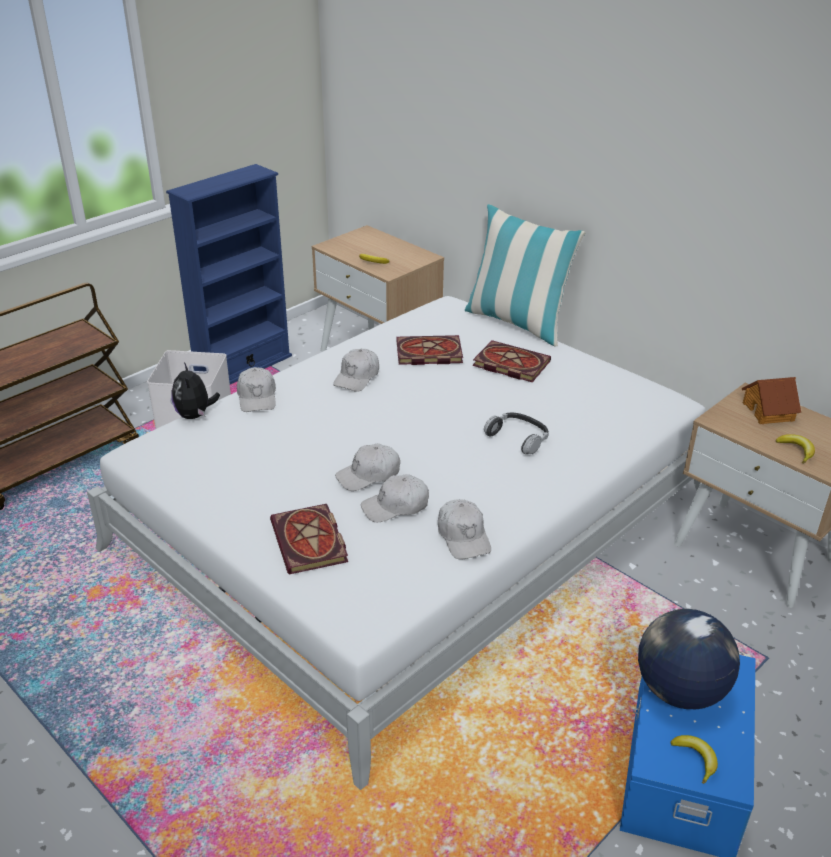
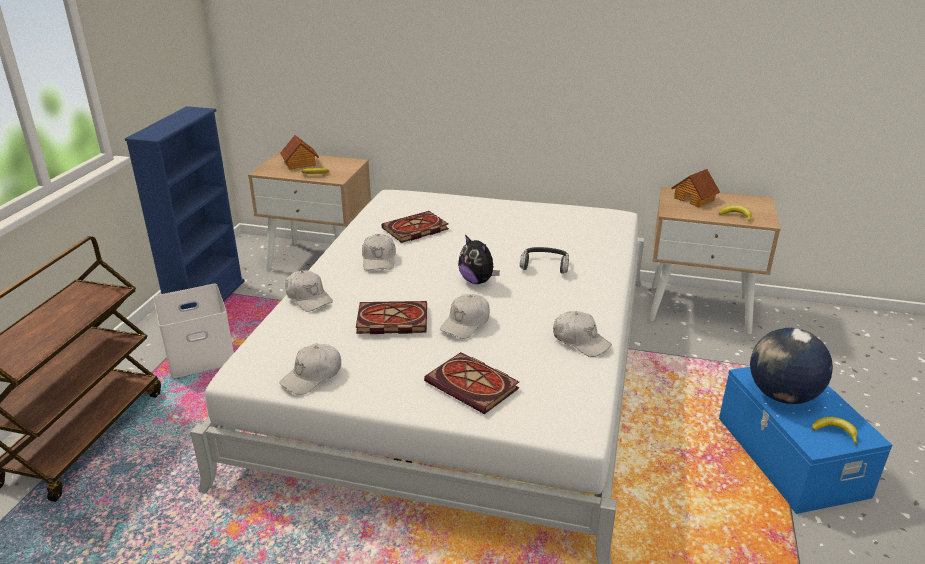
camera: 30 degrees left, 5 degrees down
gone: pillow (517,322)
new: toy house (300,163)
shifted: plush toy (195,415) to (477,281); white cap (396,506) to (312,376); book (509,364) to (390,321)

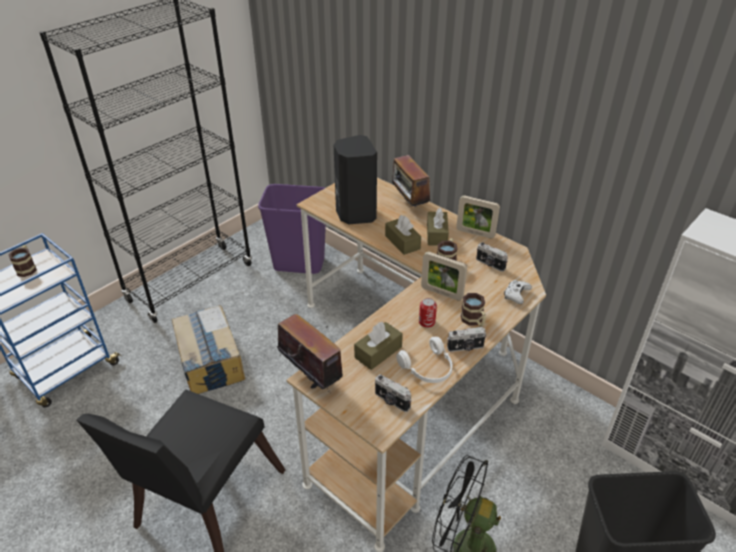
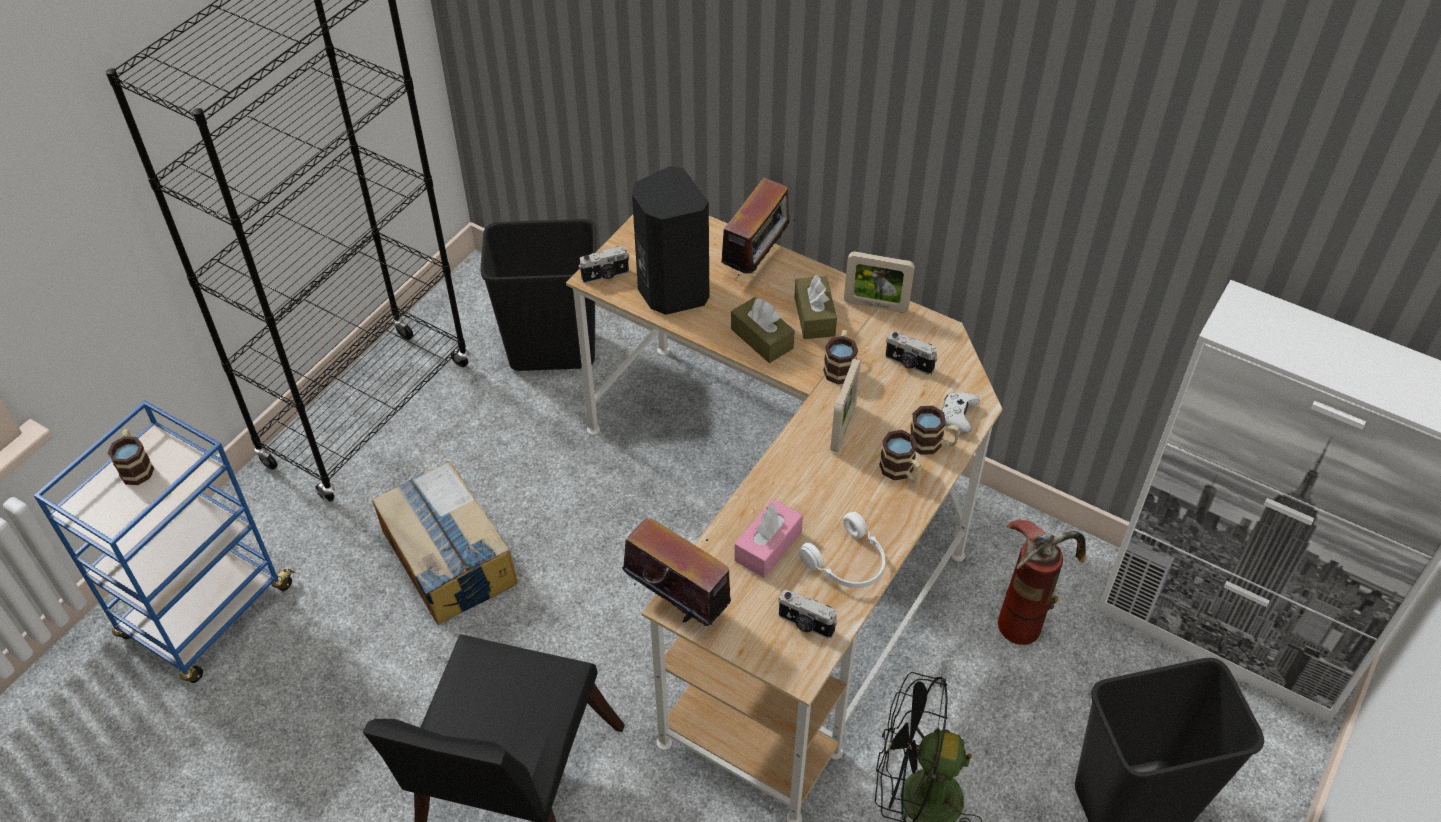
camera: 10 degrees left, 10 degrees up
gone: can (427,322)
new: mug (932,444); fire extinguisher (1027,613)
shifted: photo camera (465,348) to (605,276)
repainted: purple trash can (299,263) to black trash can (553,350); brown tissue box (378,352) to pink tissue box (768,546)
rotated: radio (409,205) = (757,261) 120 degrees counterclockwise; picture frame (441,293) = (843,428) 90 degrees counterclockwise

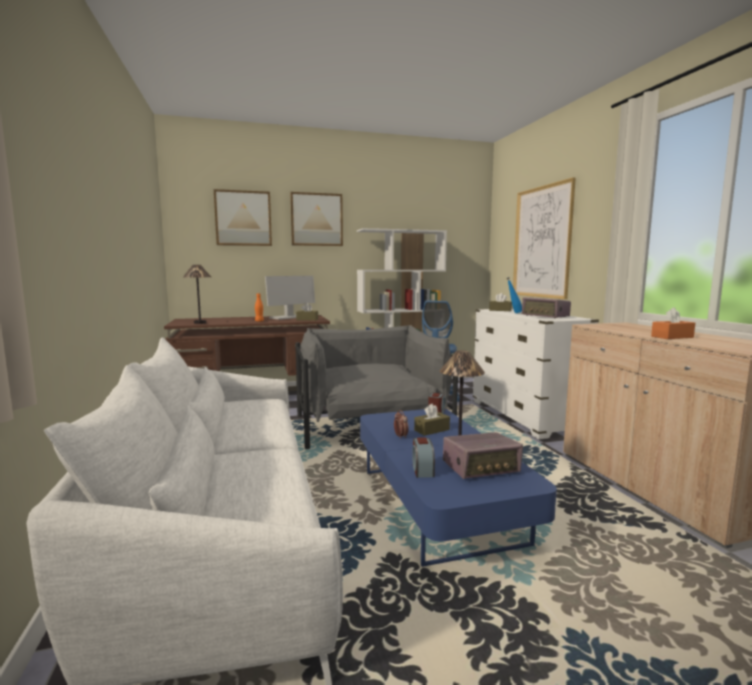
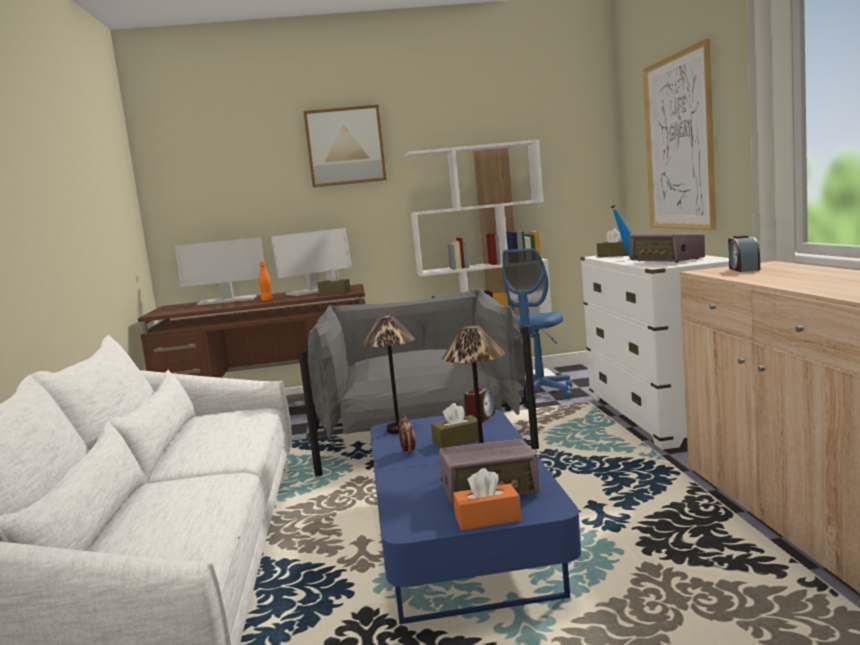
camera: 10 degrees right, 0 degrees up
gone: picture (243,218)
new: monitor (226,301)
shifted: table lamp (200,323) to (399,429); alarm clock (422,470) to (743,269); orange tissue box (672,337) to (487,518)

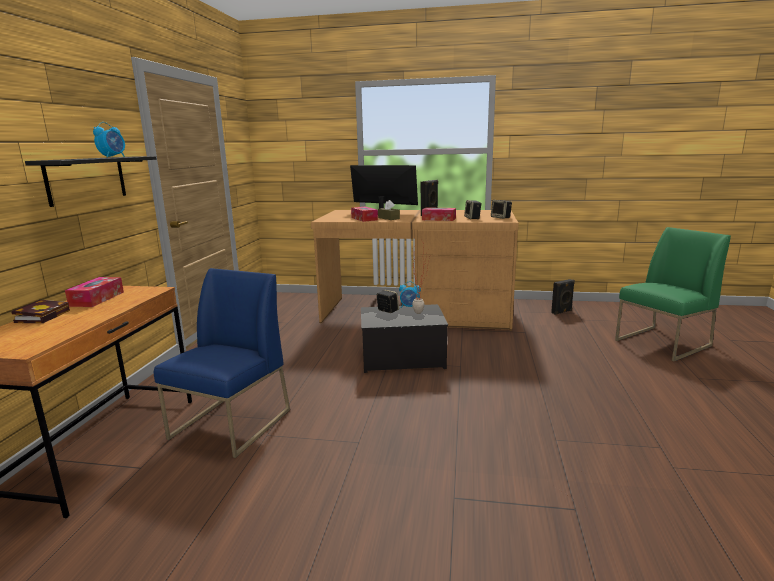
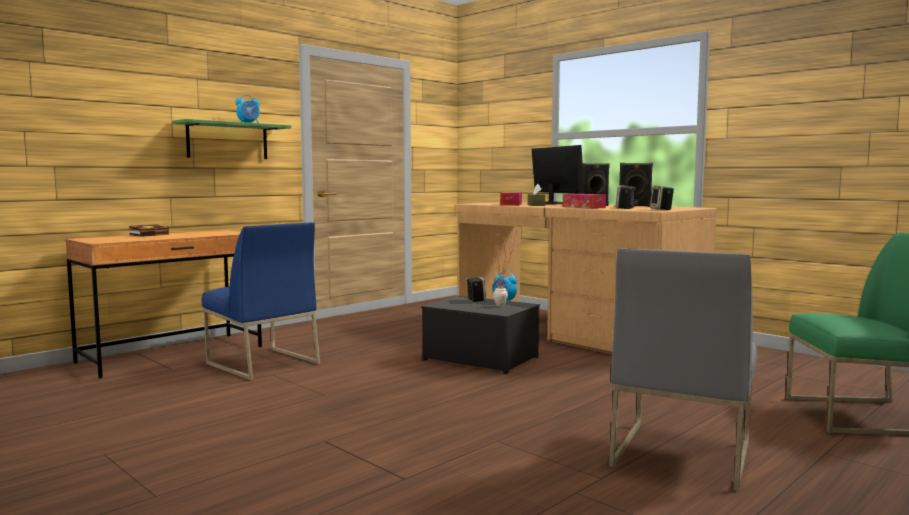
camera: 35 degrees right, 10 degrees down
gone: tissue box (97,299)
new: grey chair (680,453)
shifted: black speaker (562,312) to (635,206)
repainted: black shelf (87,179) to green shelf (227,141)
rotated: blue chair (231,424) = (261,363) 75 degrees clockwise

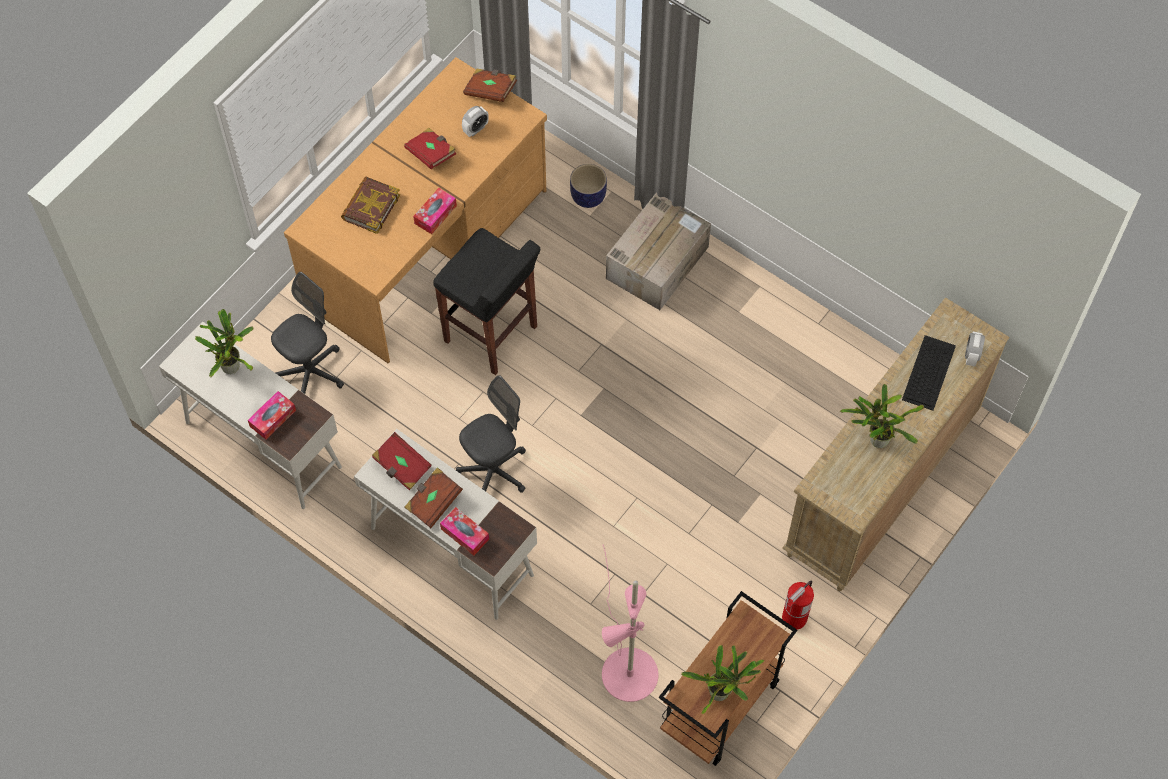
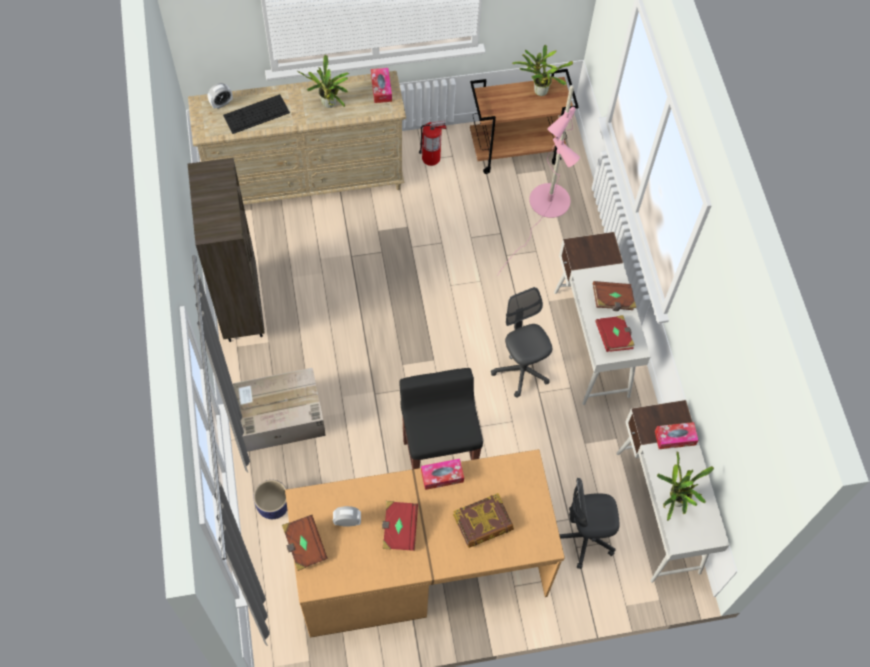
camera: 140 degrees left, 0 degrees up
new: brown bookcase (241,308)
shifted: tissue box (465,534) to (381,89)
rotated: grey office chair (493,471) = (521,370) 60 degrees clockwise

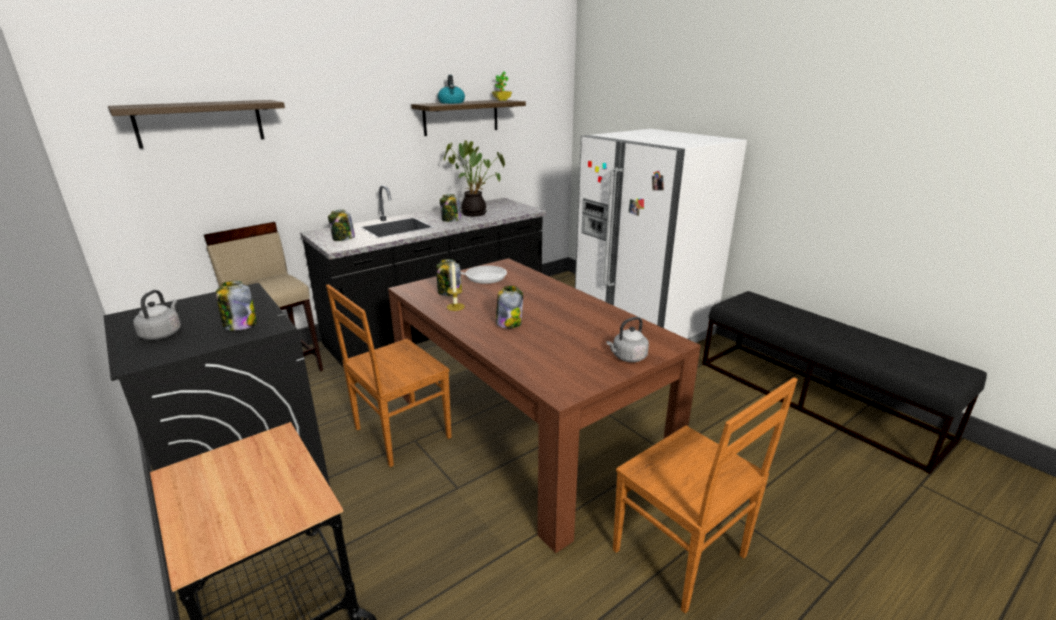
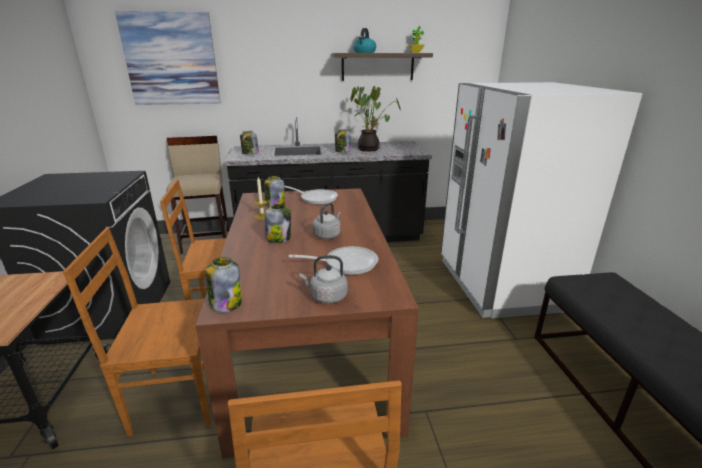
camera: 30 degrees right, 0 degrees up
new: brown chair (175,396); frying pan (346,264)
shifted: grey kettle (162,333) to (327,235); jar (240,325) to (226,303)
swapped: shelf (200,123) to picture (171,59)

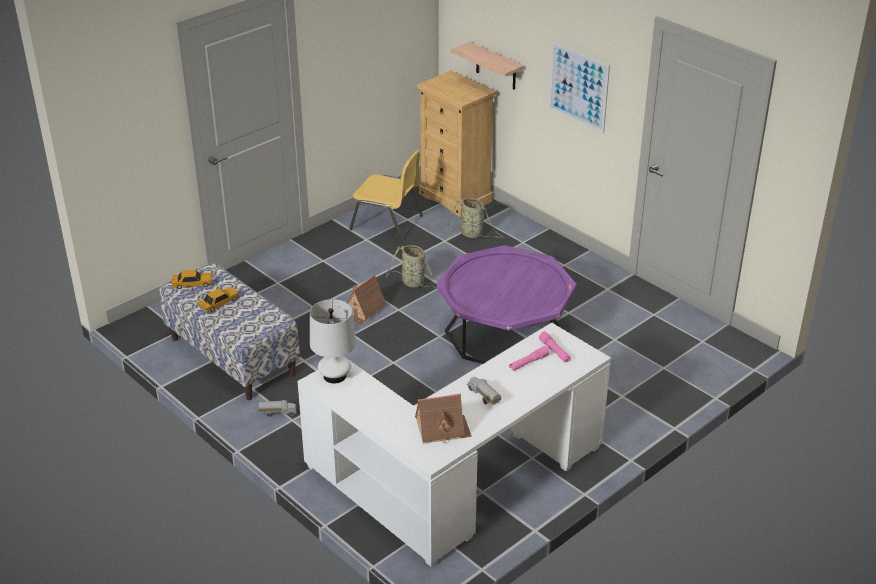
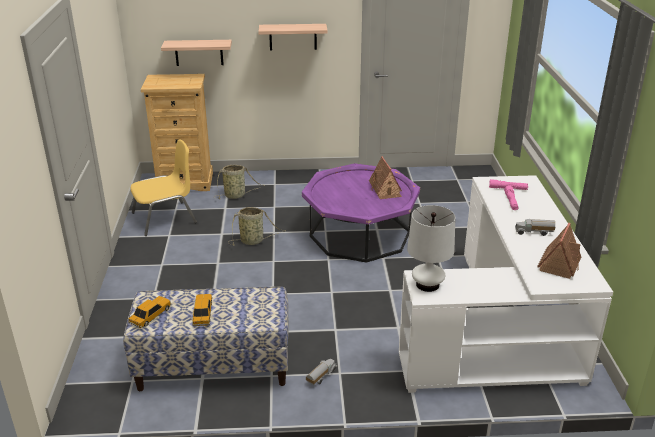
camera: 50 degrees left, 5 degrees down
shifted: toy house (363,310) to (385,190)
swapped: picture (578,87) to shelf (293,37)

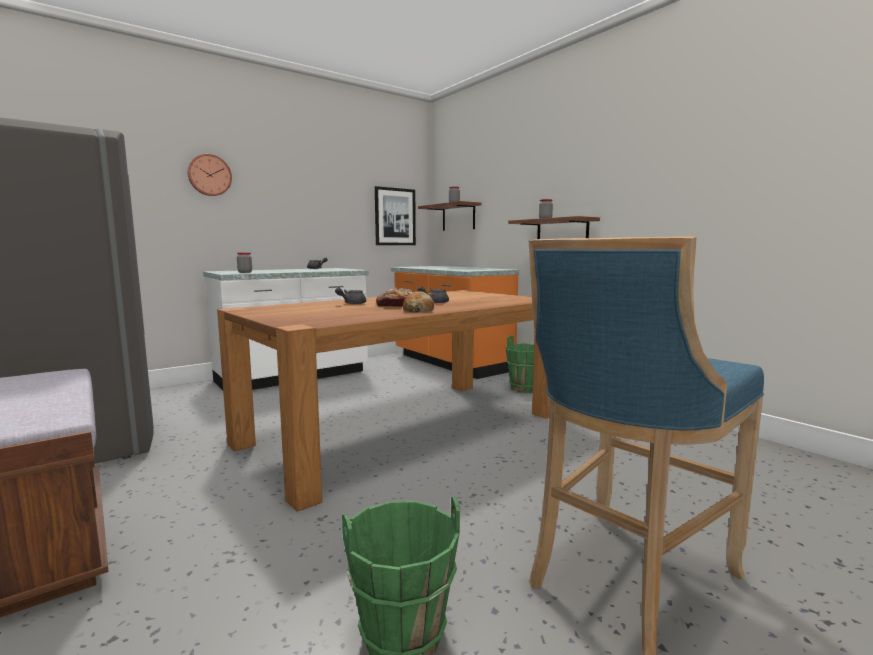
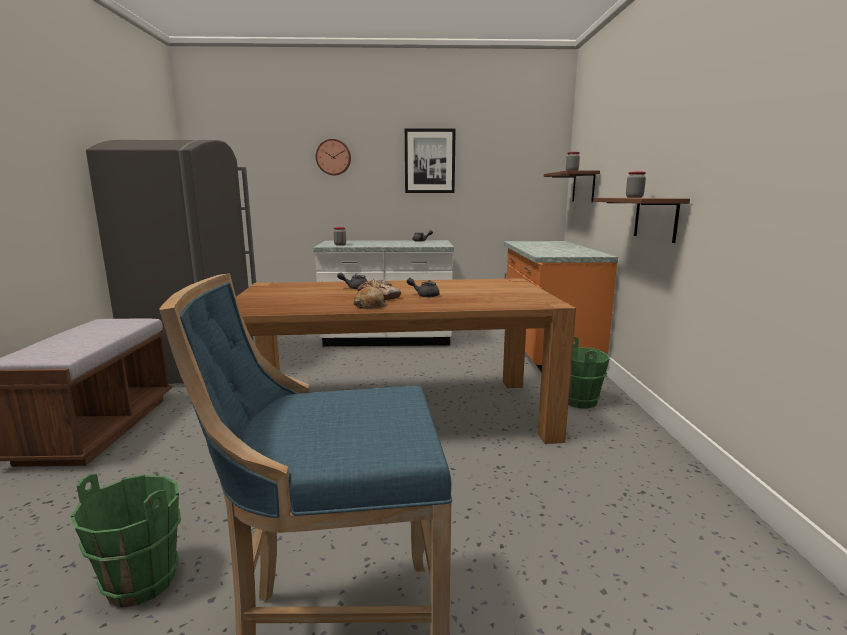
camera: 35 degrees right, 5 degrees up
shifted: picture (395,217) to (429,161)

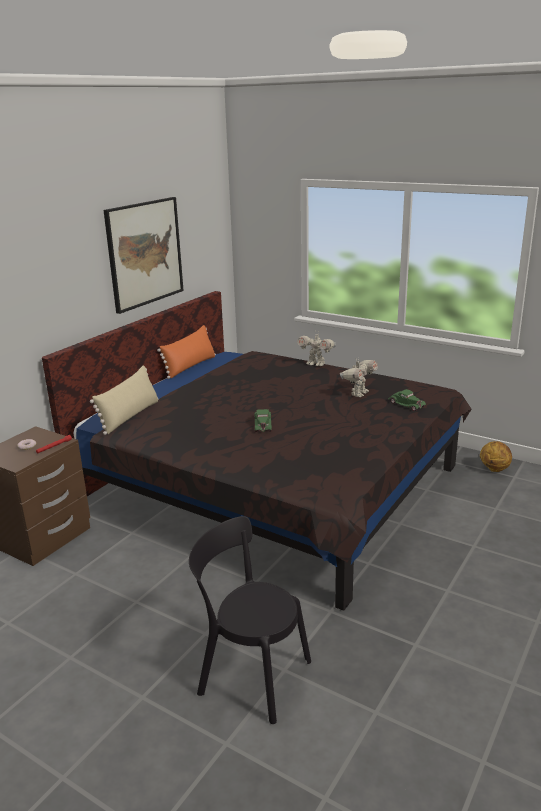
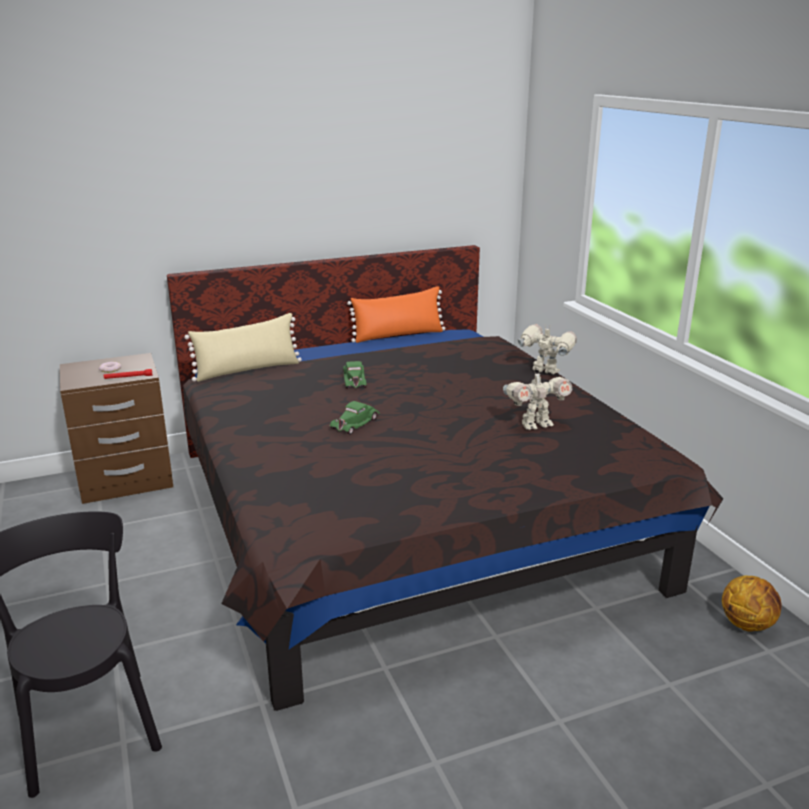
camera: 35 degrees right, 0 degrees up
gone: picture (144,253)
shifted: green toy car (406,404) to (354,380)
rotated: toy robot (316,364) = (545,371) 150 degrees clockwise

